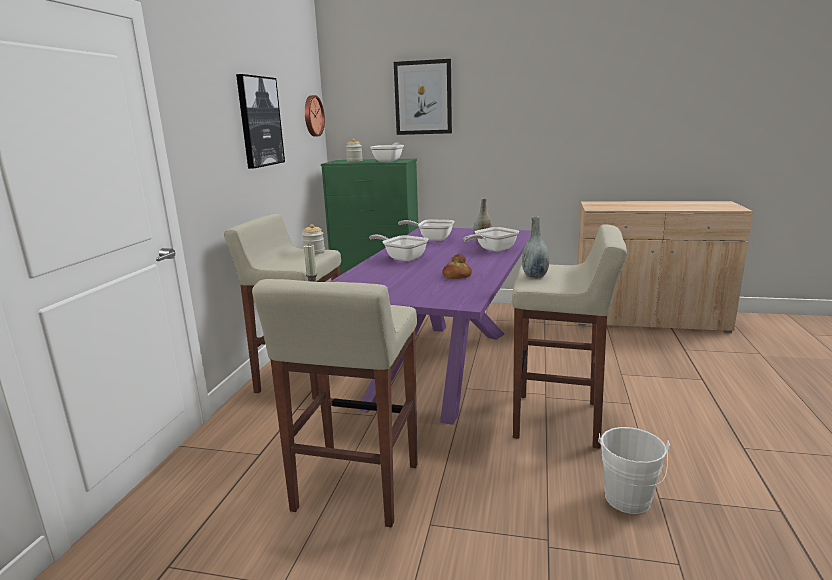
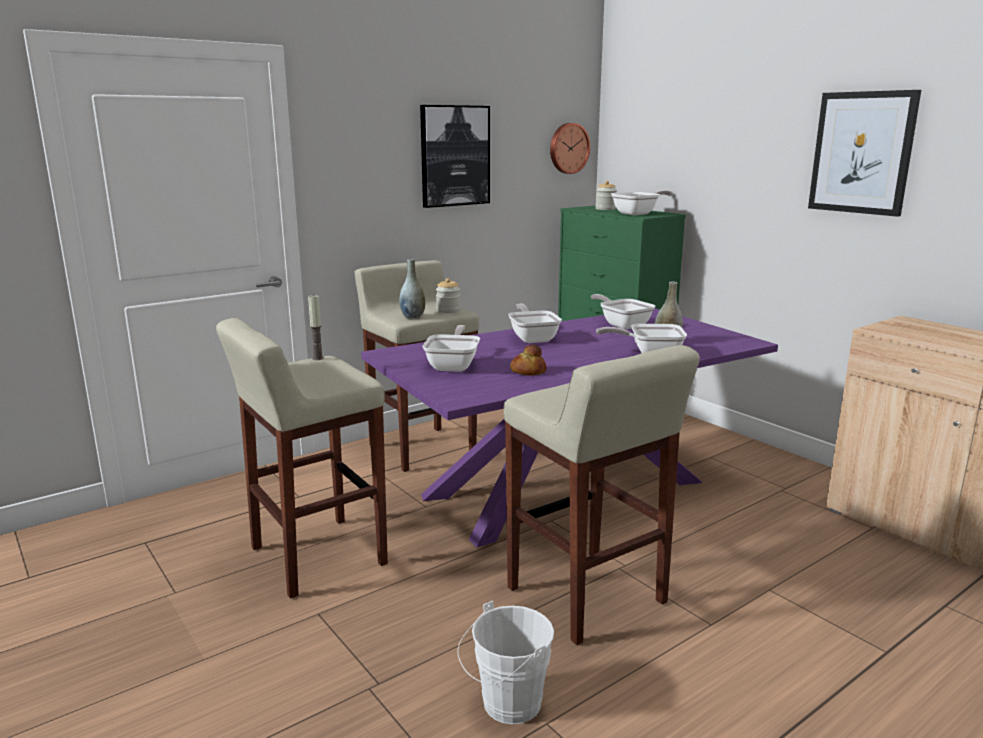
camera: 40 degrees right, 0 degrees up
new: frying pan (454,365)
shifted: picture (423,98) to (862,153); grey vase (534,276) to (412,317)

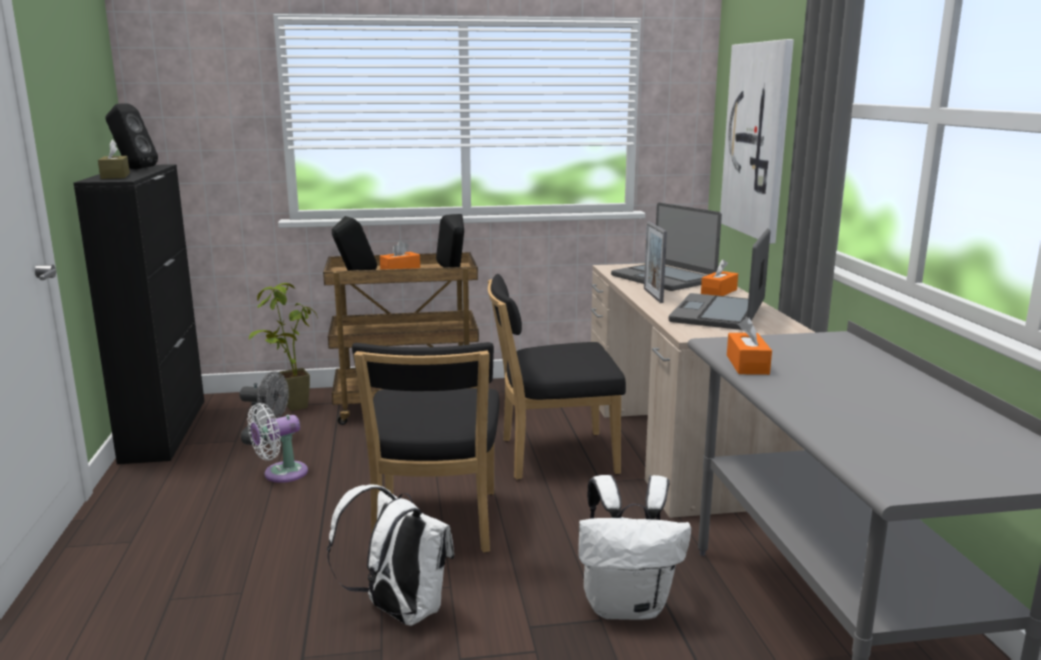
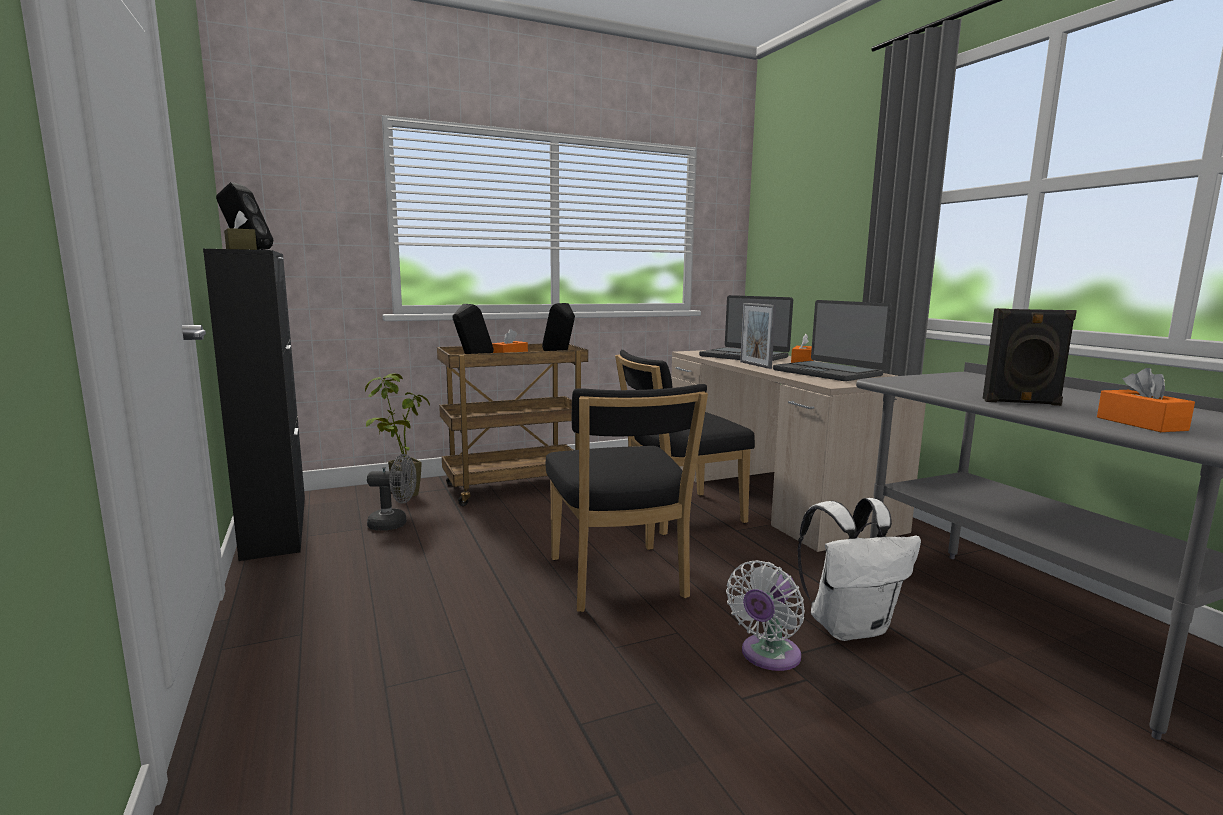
camera: 15 degrees left, 5 degrees down
gone: white backpack (399,611); picture (758,140)
new: black speaker (1021,402)
shifted: white fan (281,474) to (767,656); orange tissue box (747,365) to (1140,424)
rotated: laptop (719,314) = (828,373) 45 degrees counterclockwise

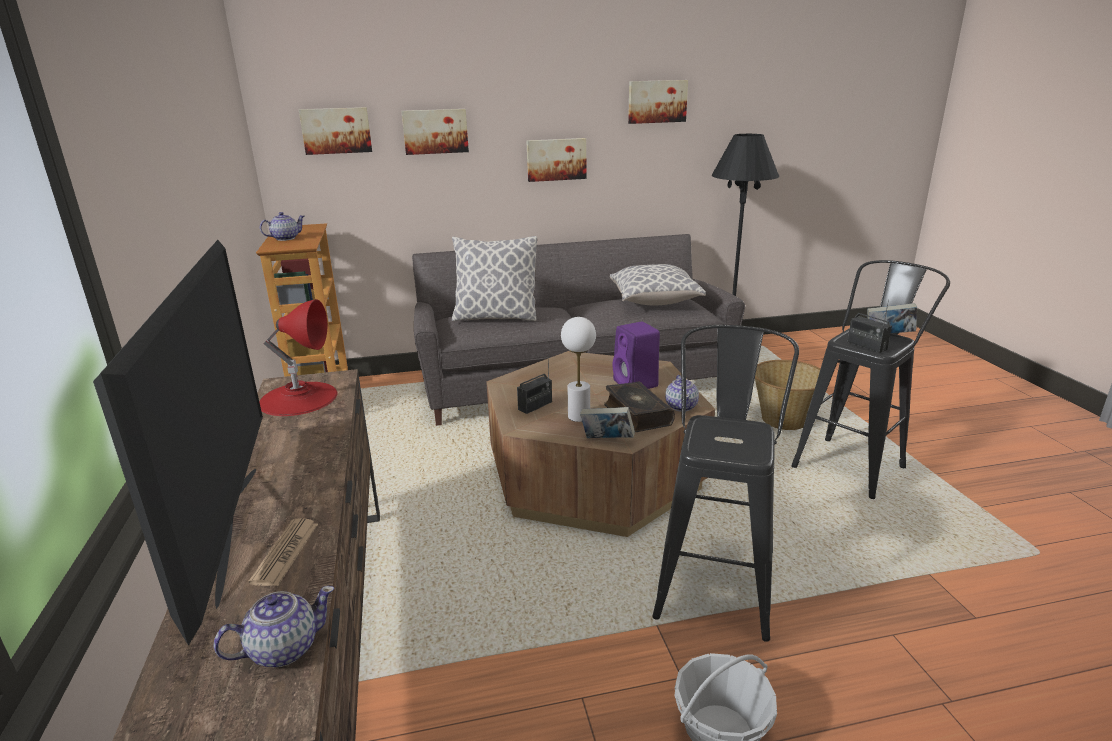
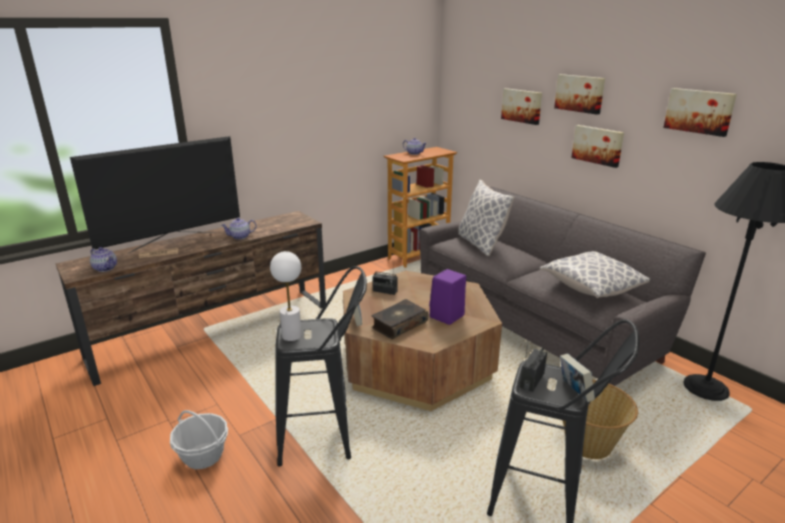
camera: 65 degrees right, 0 degrees up
gone: red table lamp (298,398)
shifted: picture (336,130) to (580,93); white table lamp (578,416) to (291,336); teapot (681,406) to (240,237)

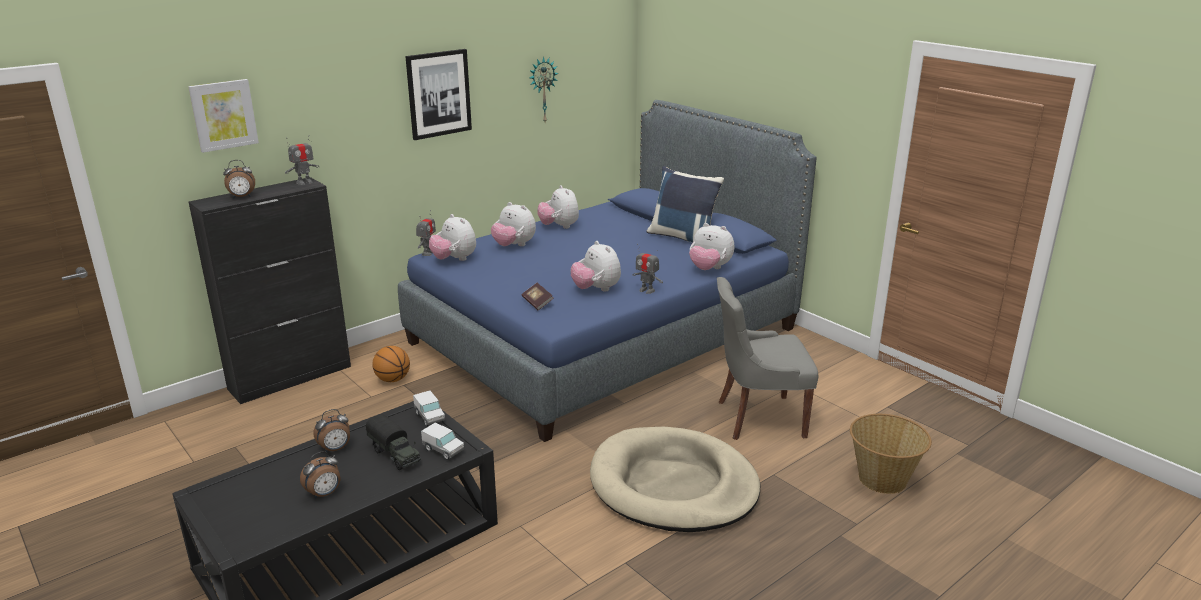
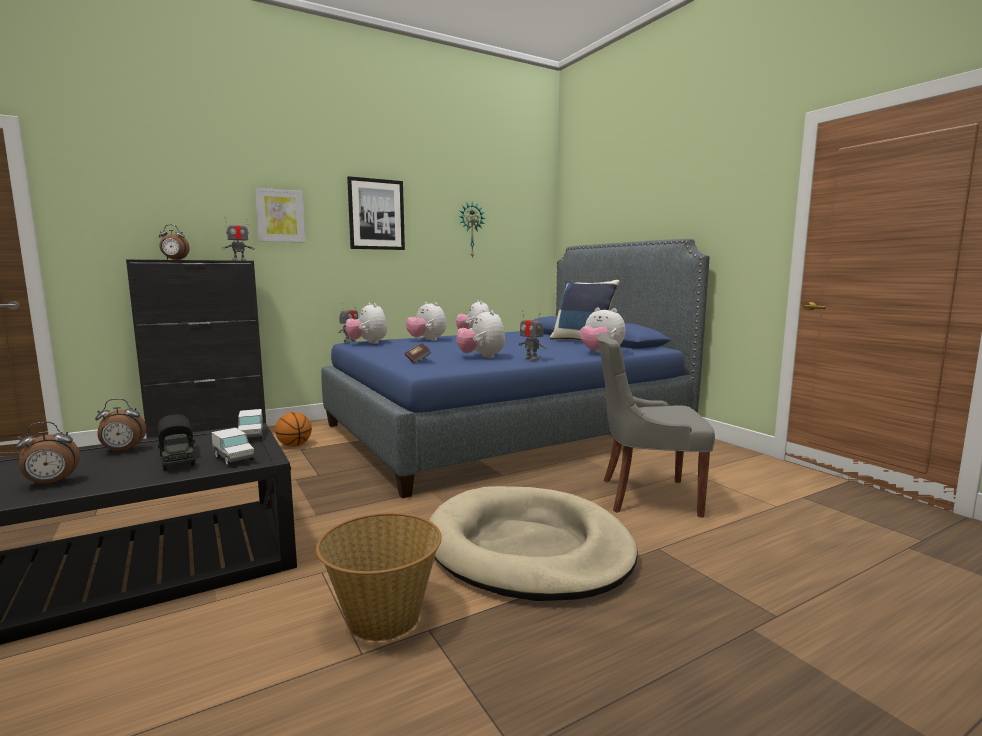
camera: 10 degrees right, 15 degrees down
shifted: picture (223,115) to (280,216); basket (882,480) to (383,618)

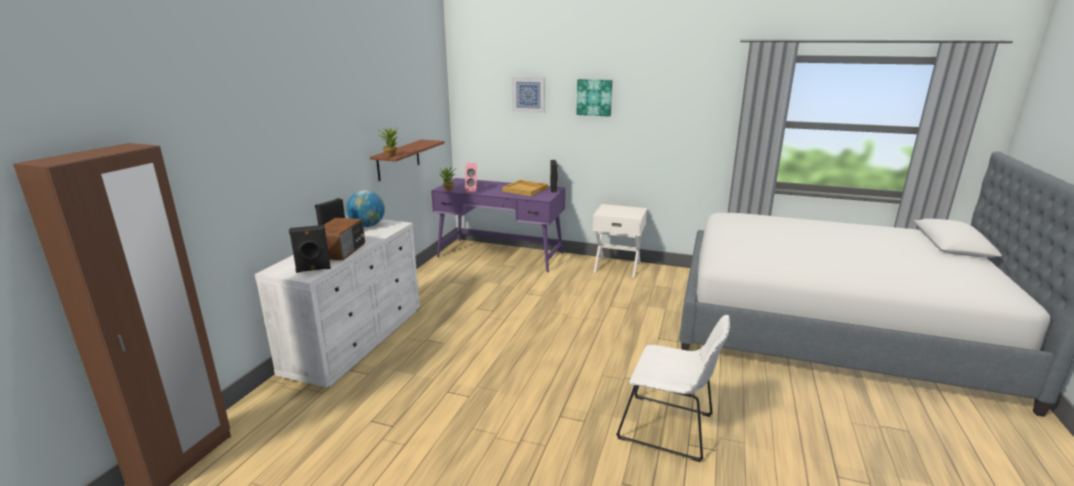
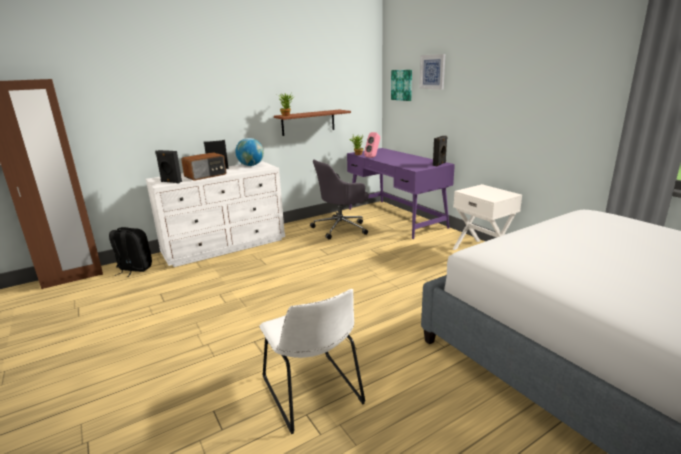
camera: 40 degrees right, 0 degrees up
gone: beige tray (525,190)
new: black backpack (134,269); grey office chair (341,228)
shifted: picture (594,97) to (402,85)

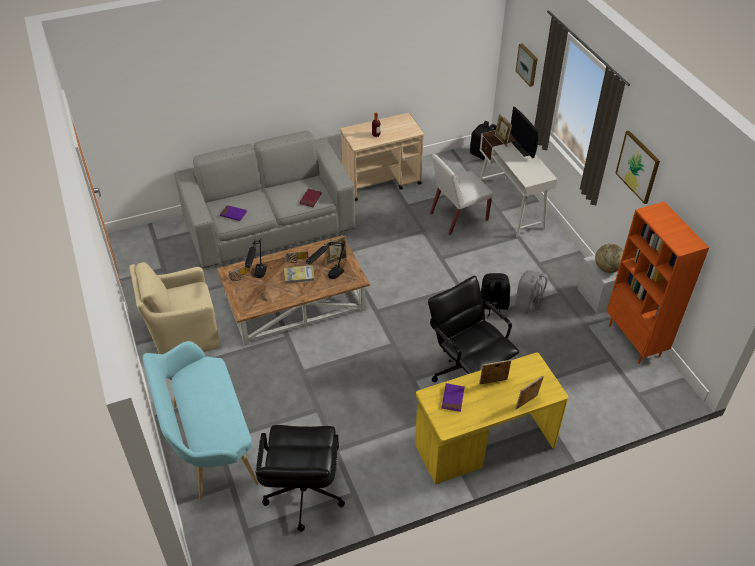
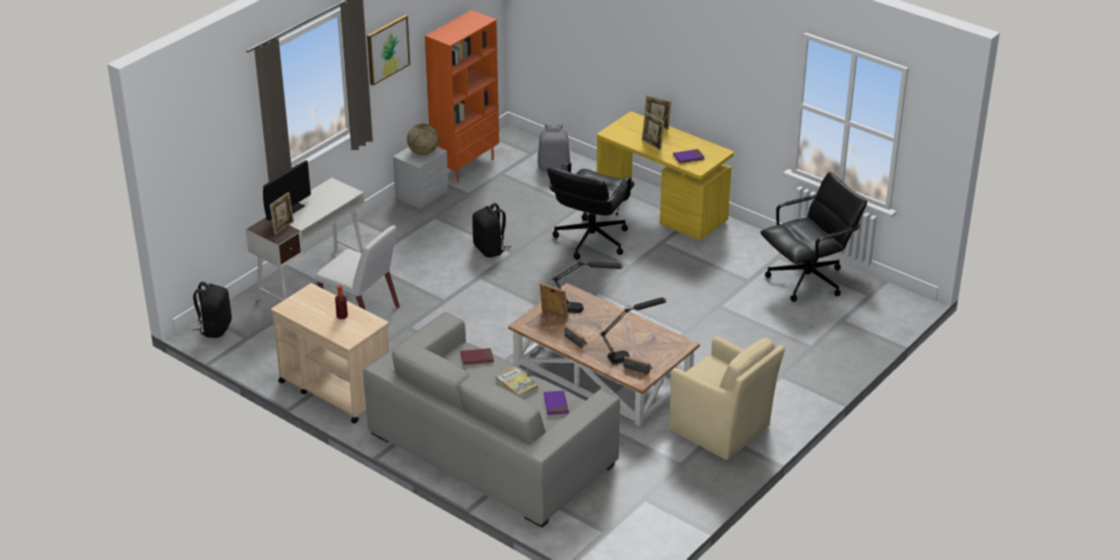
camera: 120 degrees left, 10 degrees down
gone: turquoise bench (208,443); picture (527,64)
shifted: book (299,275) to (516,384); grey backpack (528,305) to (554,167)

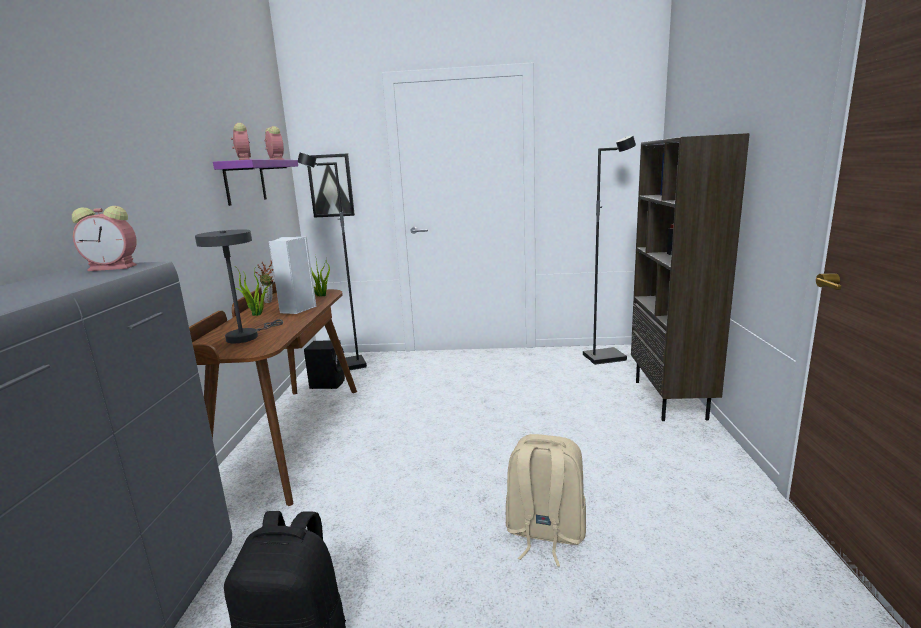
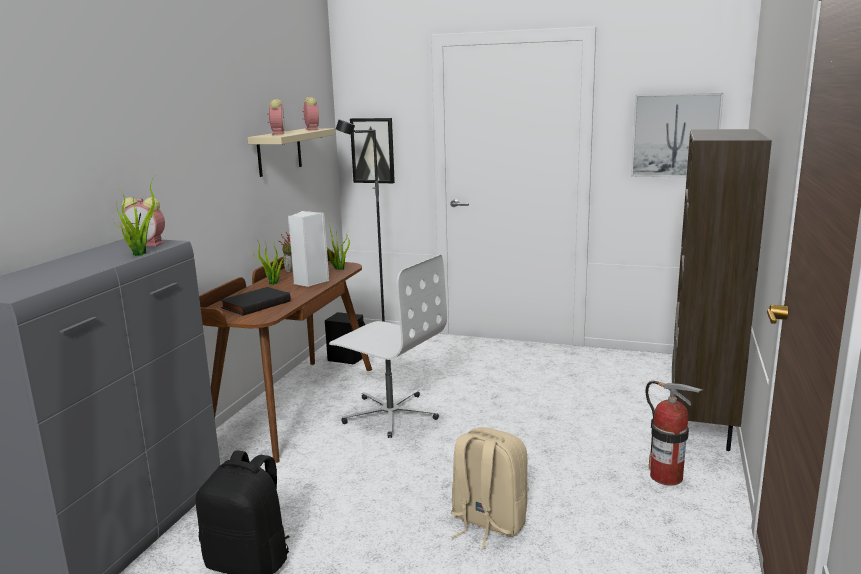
camera: 15 degrees right, 0 degrees up
gone: black floor lamp (604,357)
new: potted plant (139,254); white office chair (390,414); picture (675,135); fire extinguisher (666,477)
swapped: grey table lamp (246,336) to black book (255,304)
repainted: purple shelf (245,182) to beige shelf (279,152)

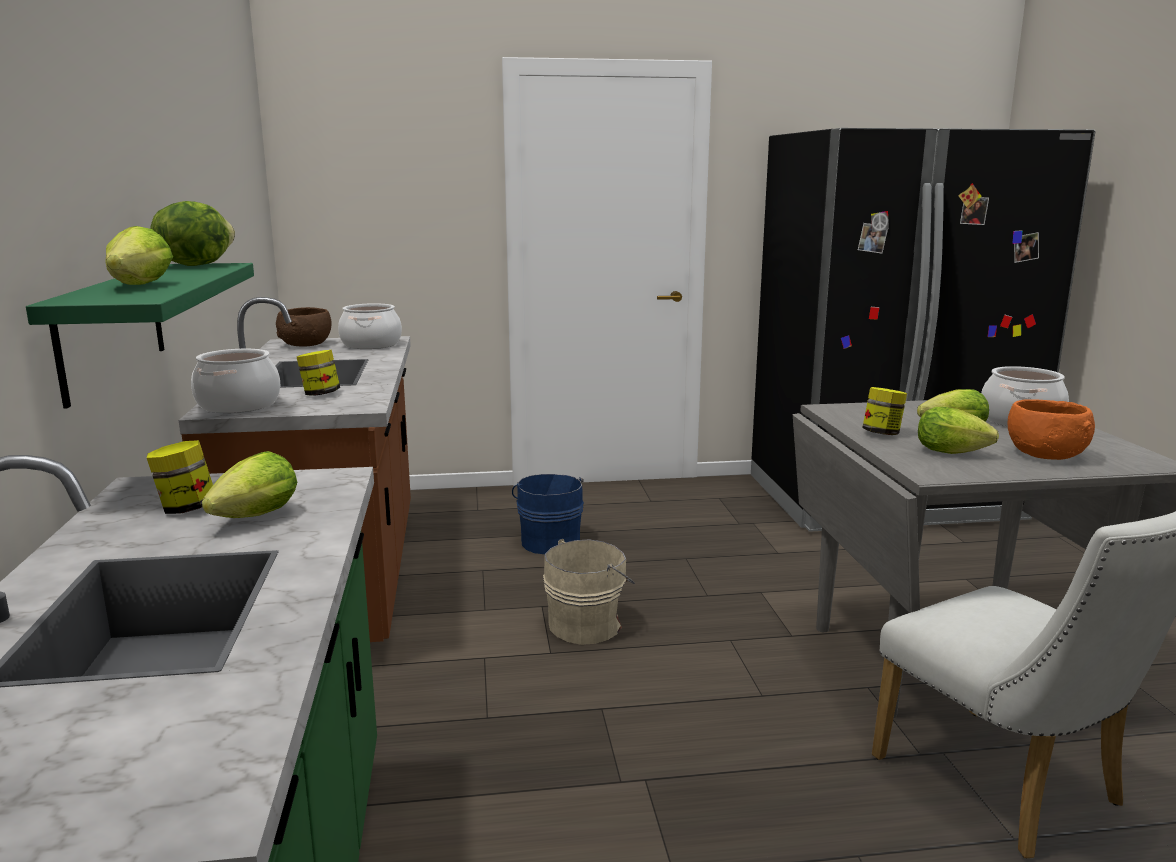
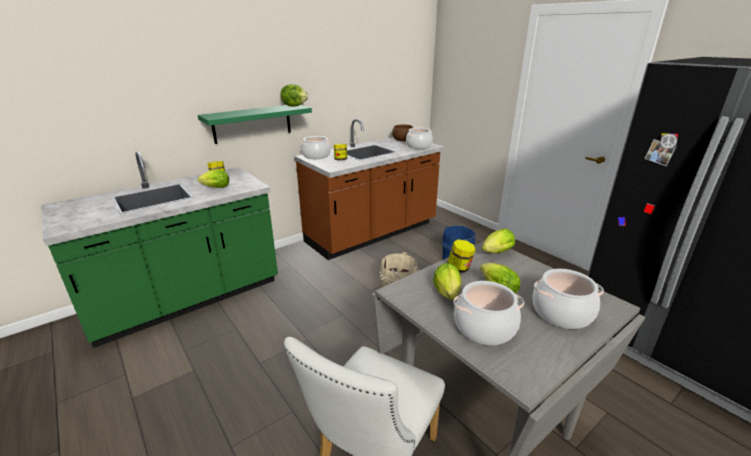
camera: 60 degrees right, 10 degrees up
shifted: lettuce (138,286) to (495,253)
swapped: orange bowl (1044,454) to cooking pot (484,327)

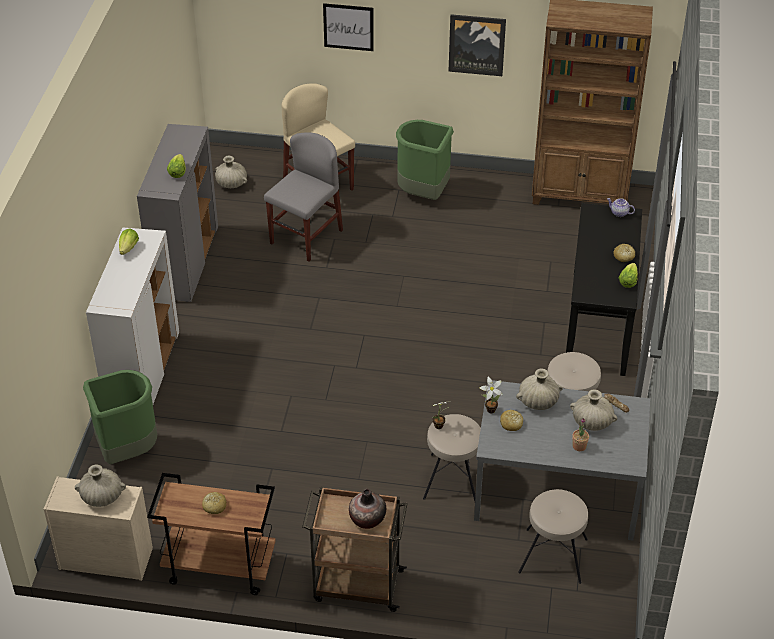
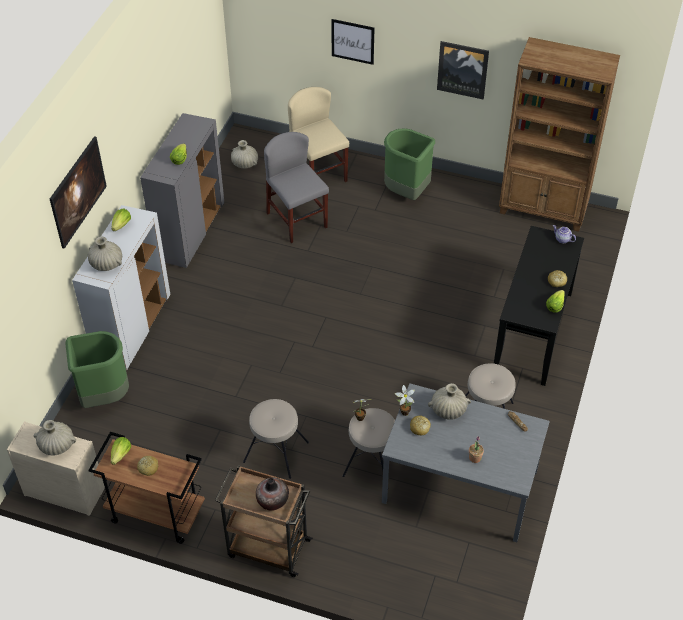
camera: 10 degrees right, 5 degrees up
new: picture (81,204); lettuce (121,455)
shifted: beige stool (553,556) to (276,452); beige vase (592,422) to (106,264)
rotated: grey chair (306,237) = (297,220) 75 degrees counterclockwise

